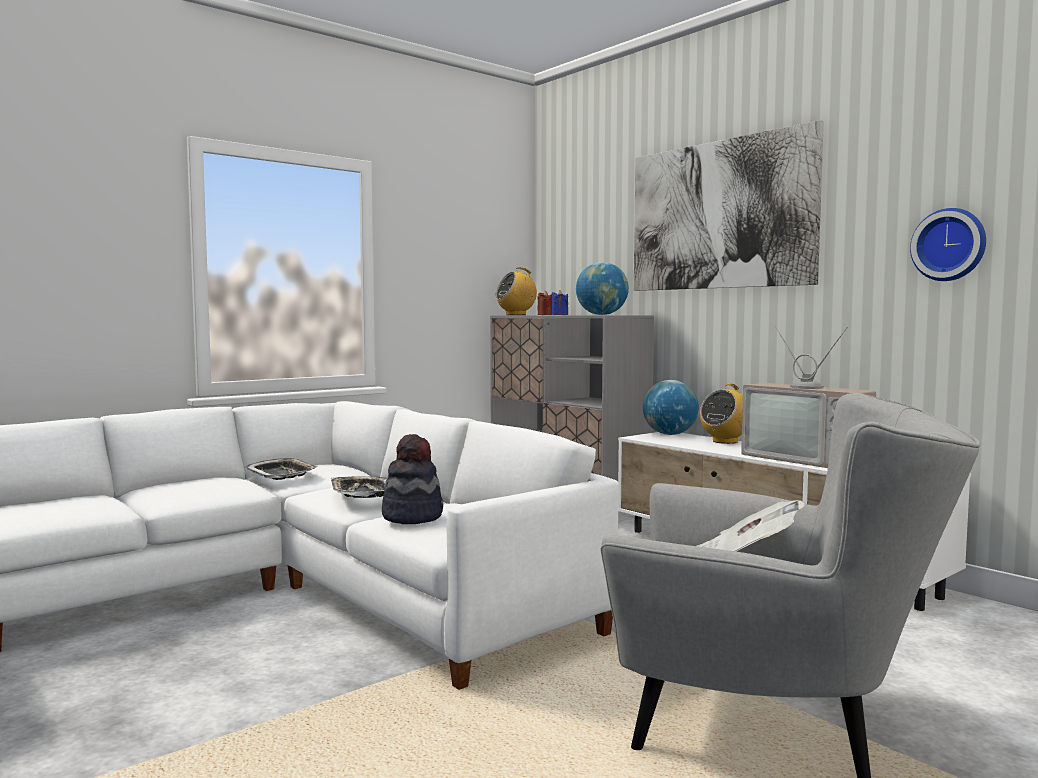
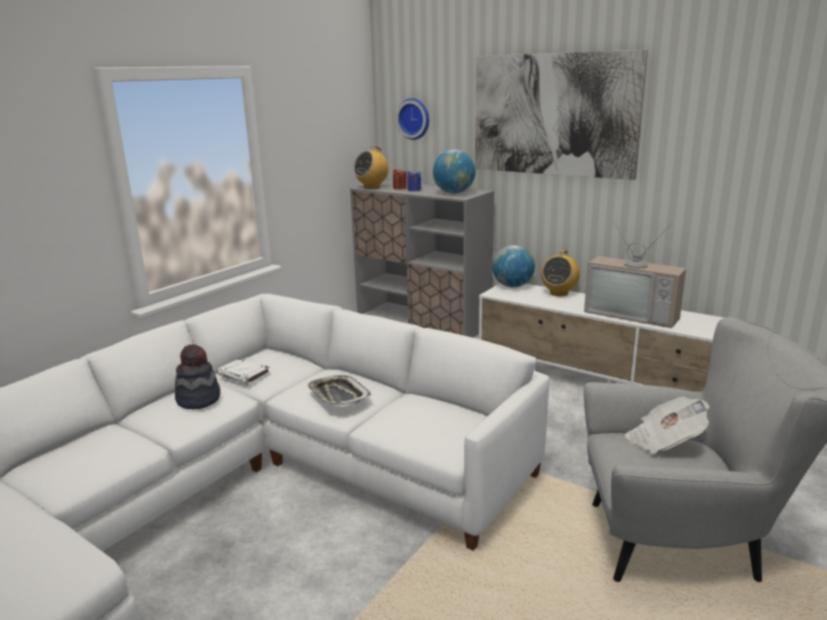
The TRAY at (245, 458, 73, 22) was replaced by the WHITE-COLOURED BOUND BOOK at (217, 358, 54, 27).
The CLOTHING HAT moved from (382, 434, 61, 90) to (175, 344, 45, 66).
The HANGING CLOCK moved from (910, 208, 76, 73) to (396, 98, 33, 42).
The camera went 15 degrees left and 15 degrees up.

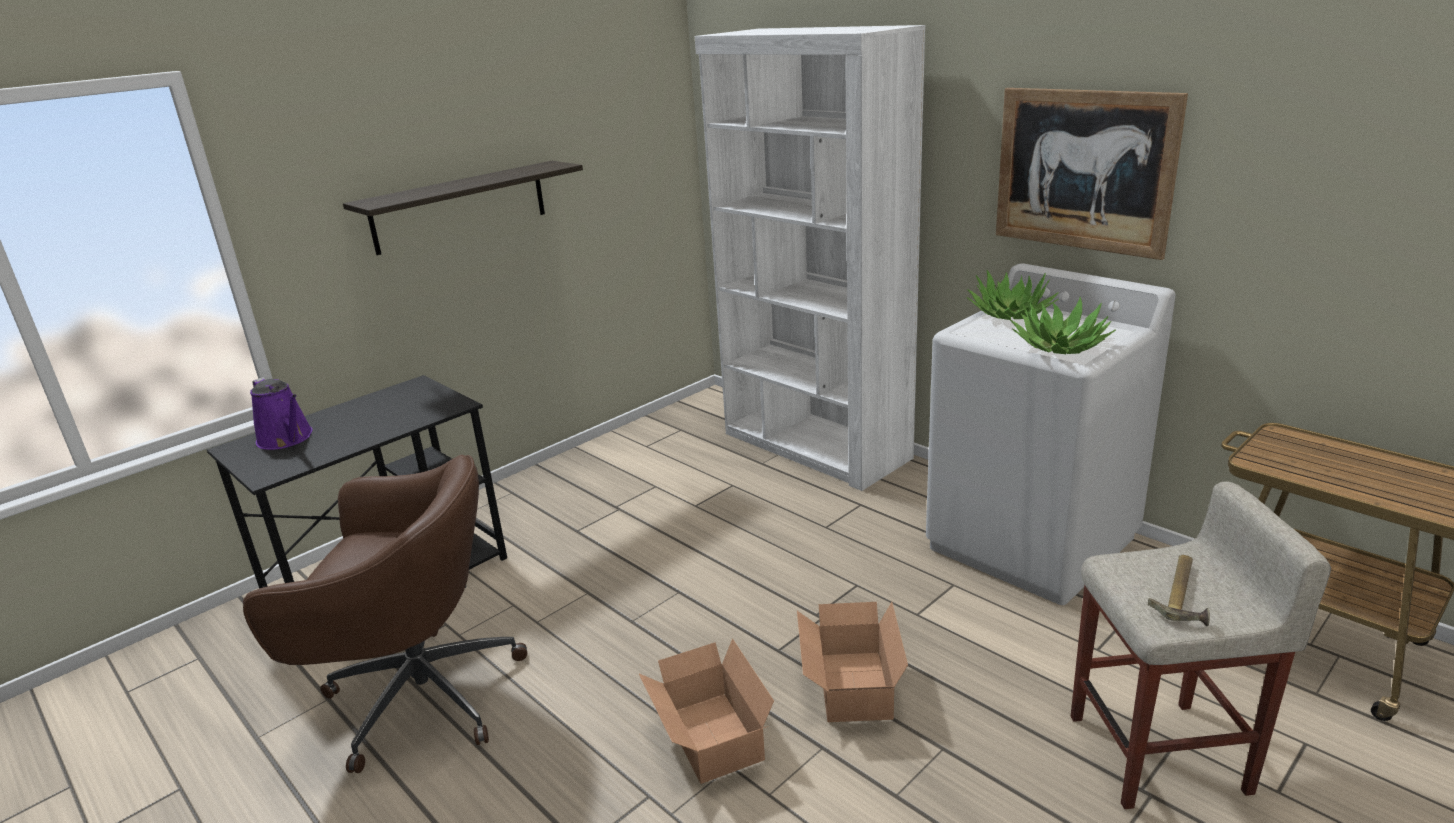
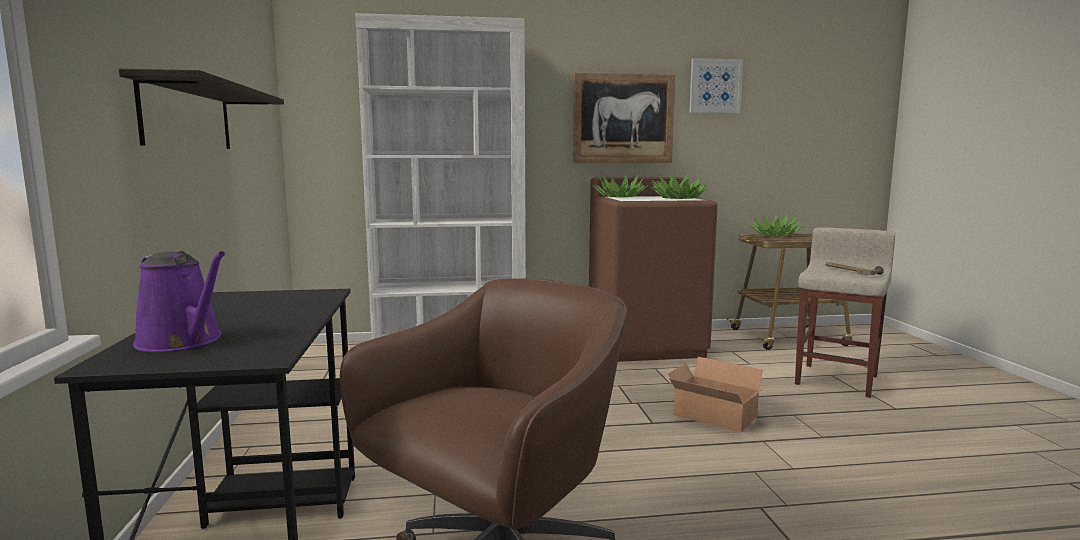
The PURPLE-COLOURED SPRINKLING CAN at (250, 377, 63, 73) turned 45 degrees clockwise.
The PACKING BOX at (639, 638, 135, 146) disappeared.
The WHITE-COLOURED LAUNDRY APPLIANCE at (926, 264, 250, 341) became the BROWN LAUNDRY APPLIANCE at (589, 177, 129, 185).
The WALL ART at (689, 58, 54, 55) appeared.
The PLANT IN A POT at (749, 214, 55, 23) appeared.
The camera went 55 degrees left and 15 degrees down.

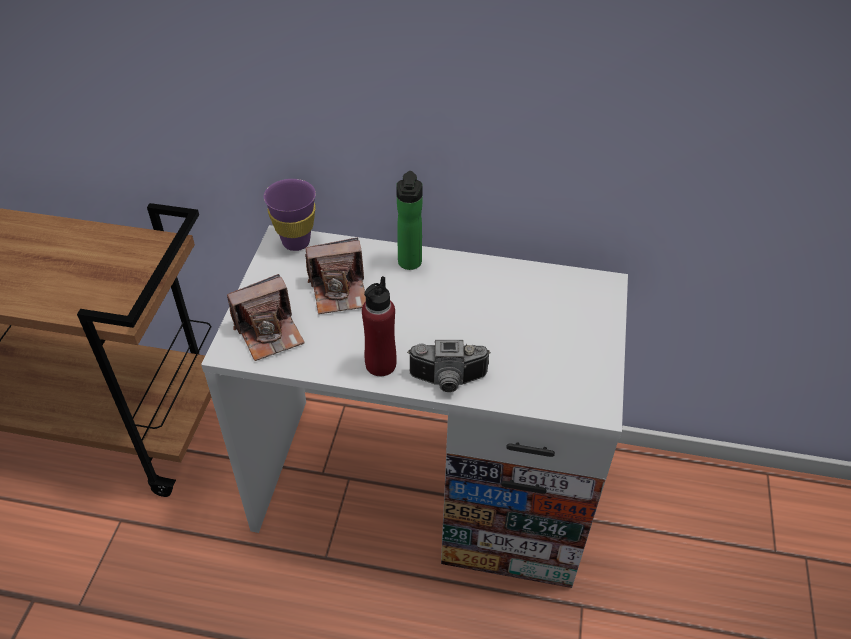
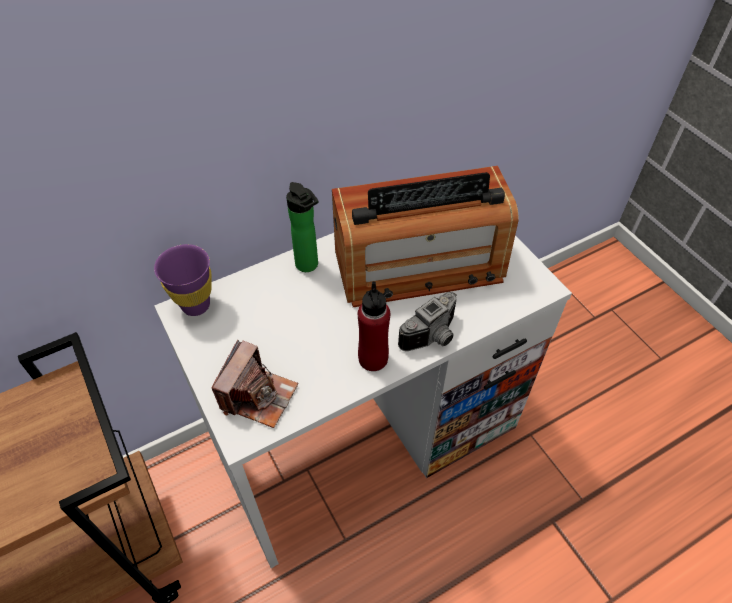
The PHOTO CAMERA at (305, 238, 61, 76) disappeared.
The RADIO RECEIVER at (332, 166, 187, 141) appeared.
The camera went 40 degrees left and 5 degrees up.

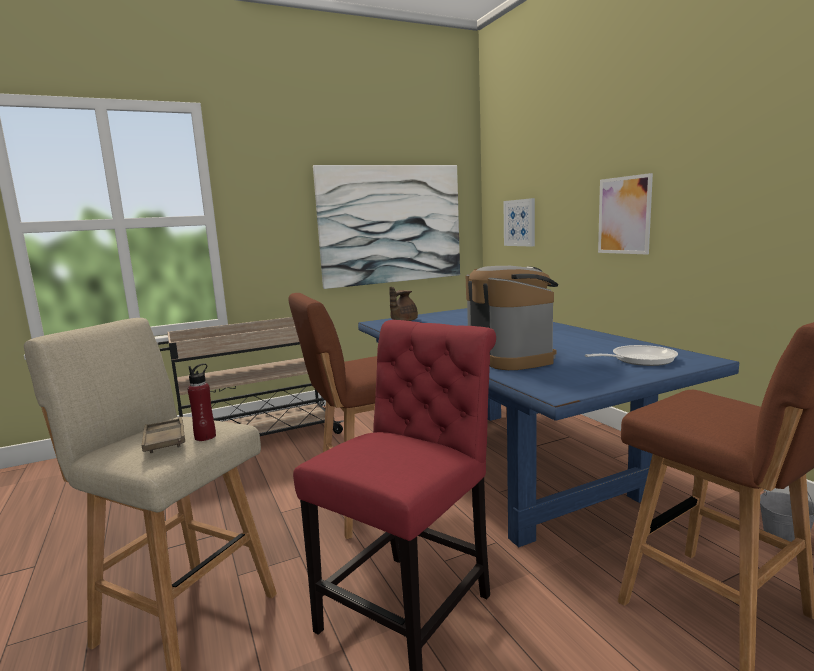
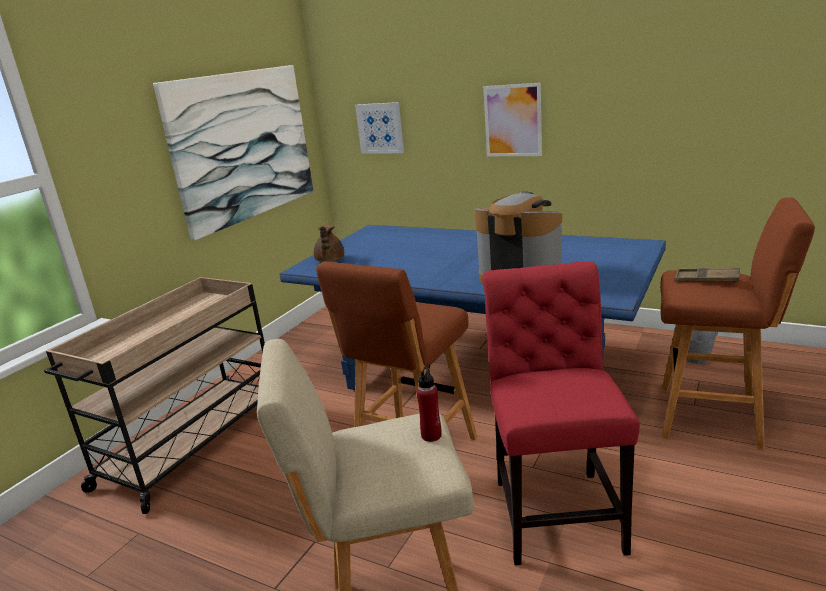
The BROWN TRAY moved from (141, 417, 44, 36) to (675, 268, 65, 15).
The PAN at (585, 345, 93, 21) disappeared.
The camera went 35 degrees left and 10 degrees up.

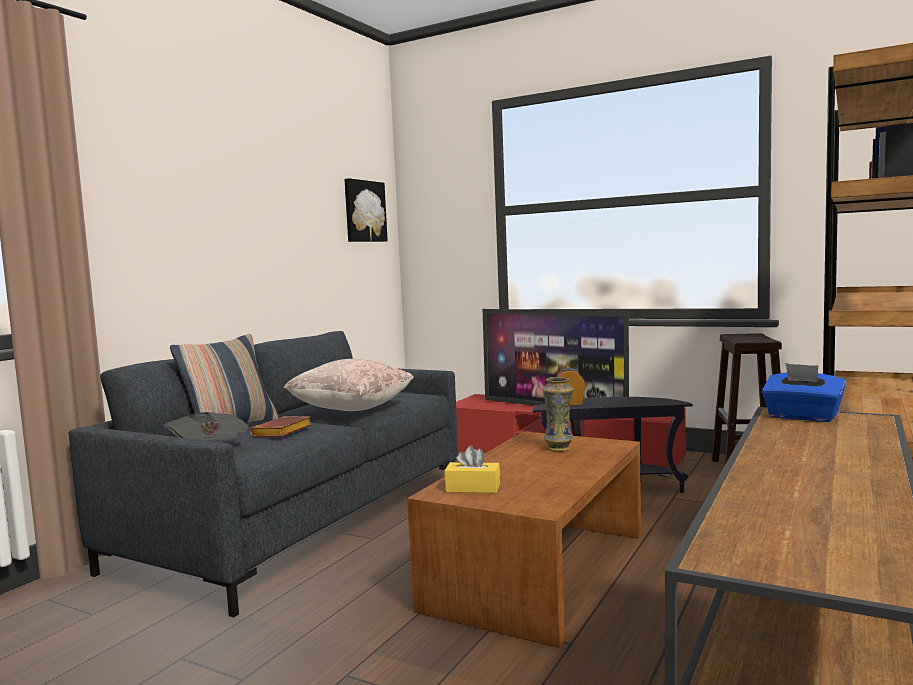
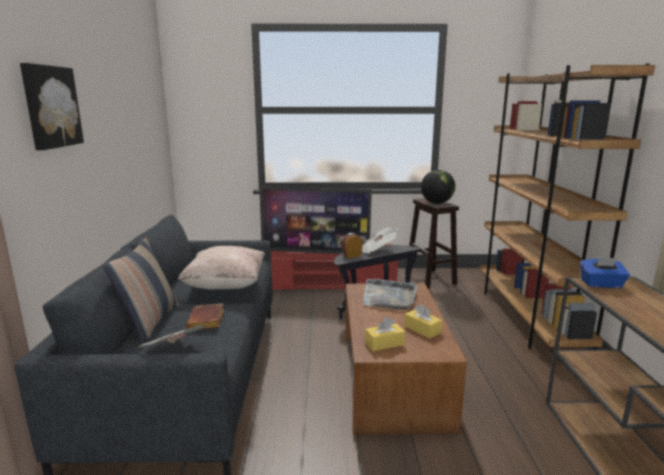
The WALL ART moved from (344, 178, 44, 64) to (20, 63, 64, 87).
The DECORATIVE VASE at (543, 377, 30, 75) was replaced by the GRAY TRAY at (363, 279, 54, 31).
The NEWSPAPER at (362, 227, 36, 27) appeared.
The YELLOW-COLOURED TISSUE HOLDER at (404, 304, 38, 35) appeared.
The GLOBE at (421, 170, 34, 34) appeared.
The camera went 30 degrees left and 10 degrees up.

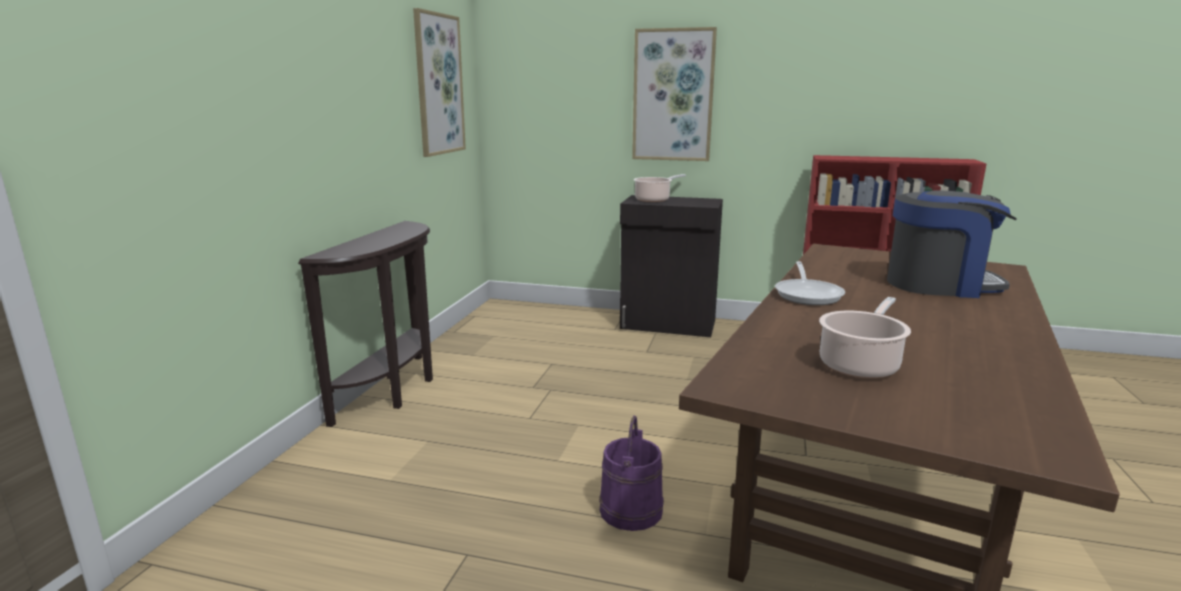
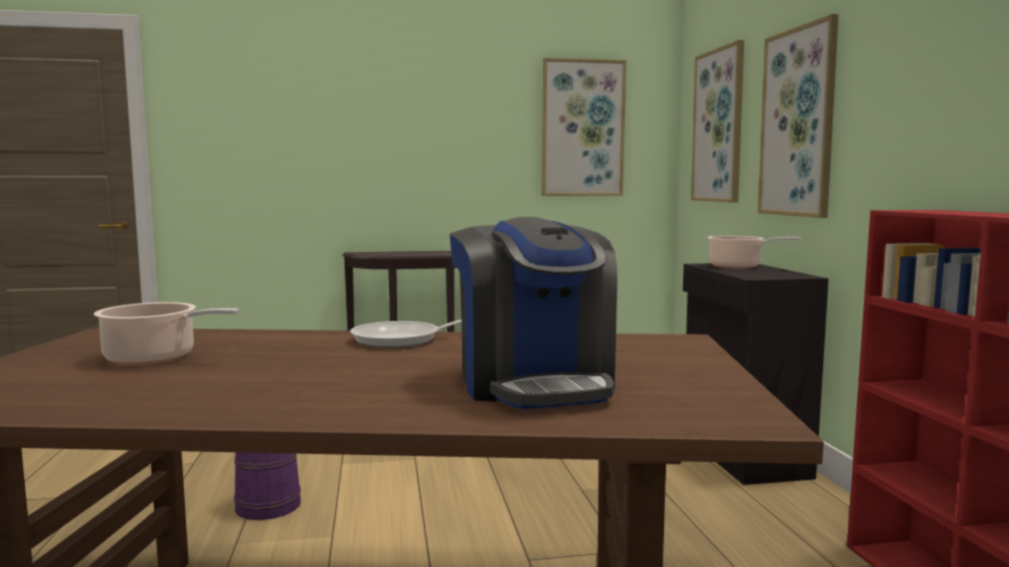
The WALL ART at (691, 40, 53, 163) appeared.
The camera went 65 degrees right and 10 degrees down.

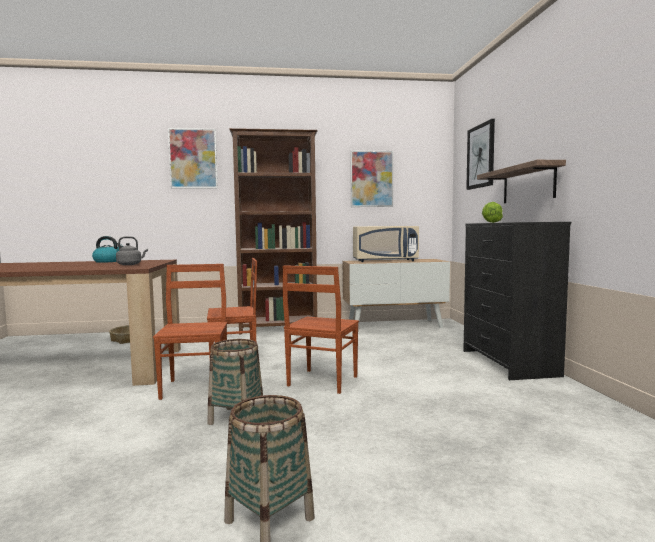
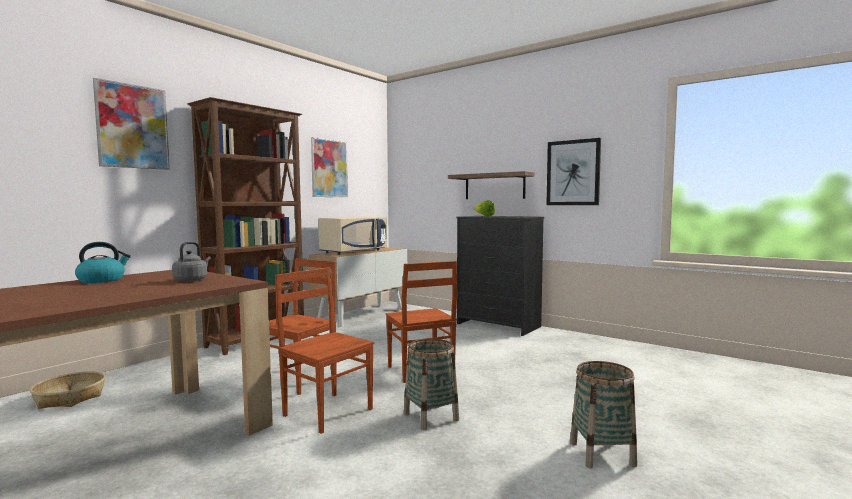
The WALL ART moved from (466, 119, 29, 71) to (546, 138, 55, 67).
The camera went 45 degrees left and 0 degrees up.

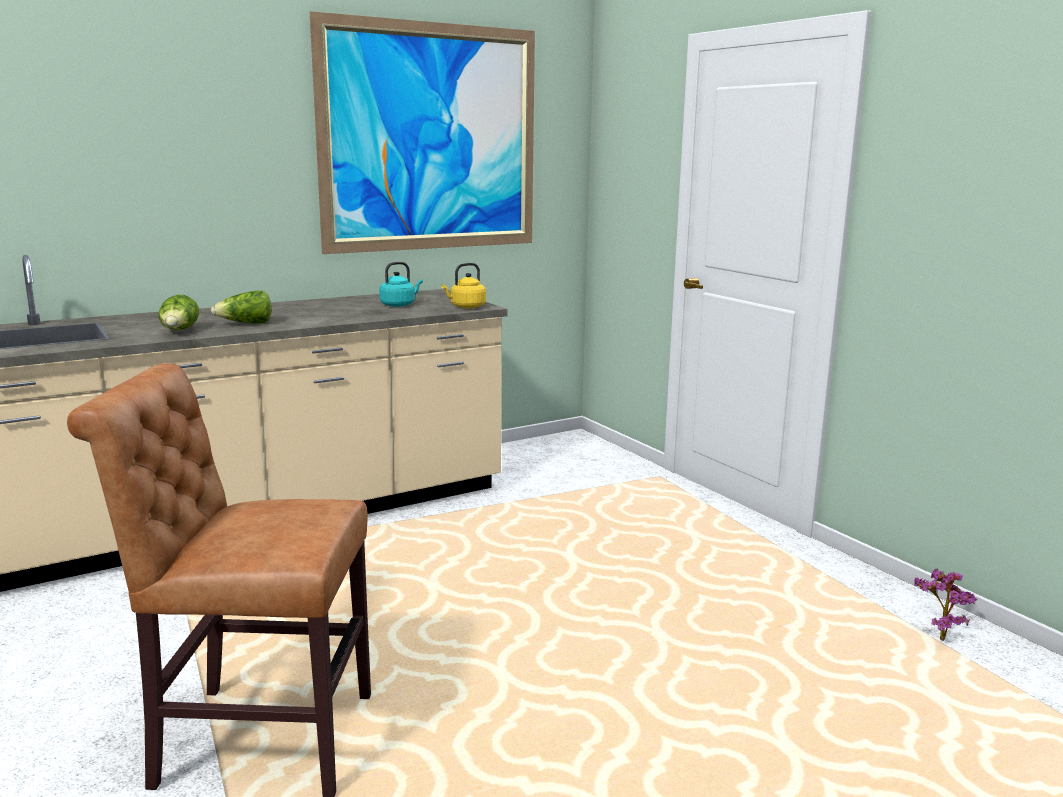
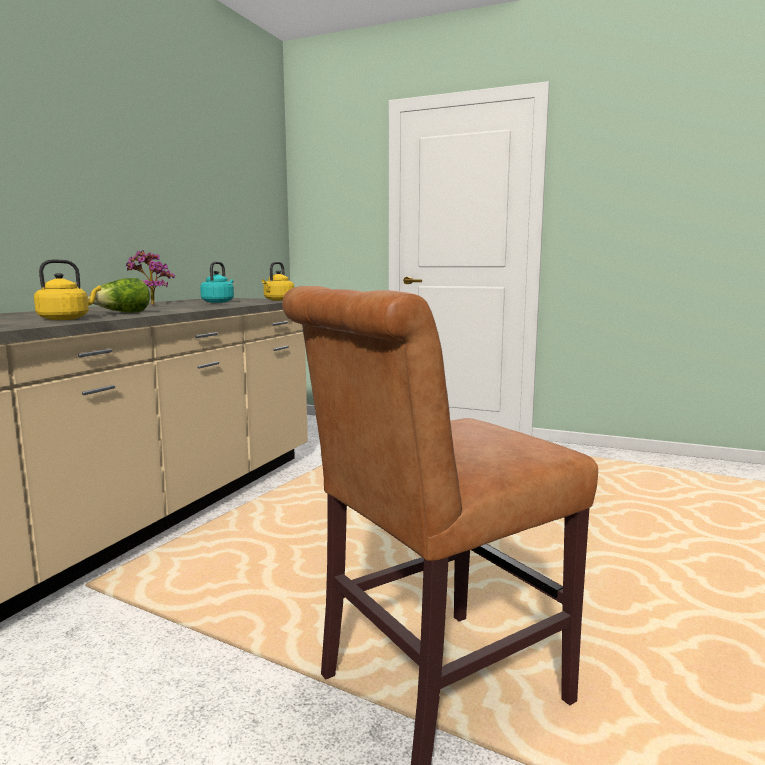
The LETTUCE at (158, 295, 41, 35) was replaced by the YELLOW-COLOURED WATER KETTLE at (34, 259, 67, 61).
The WALL ART at (310, 11, 225, 243) disappeared.
The PLANT IN A POT moved from (914, 568, 63, 73) to (126, 250, 49, 55).
The camera went 35 degrees left and 5 degrees down.

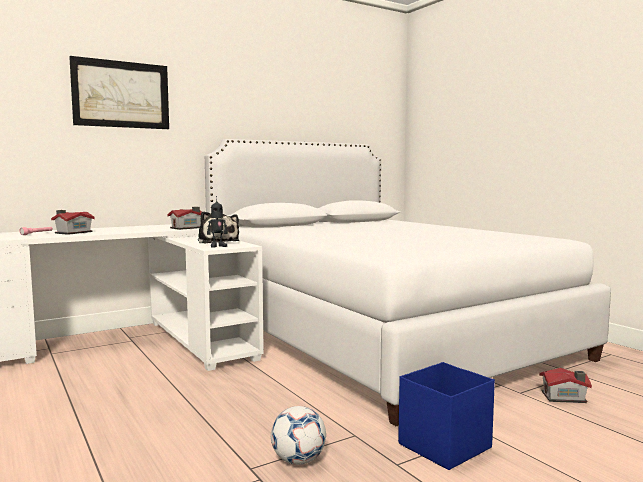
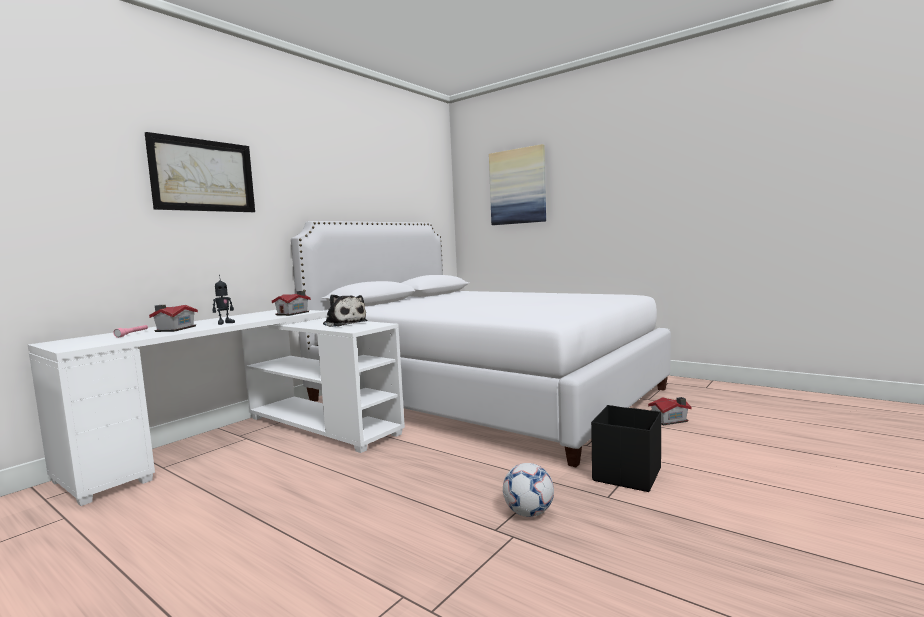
The MODEL ROBOT moved from (207, 196, 21, 52) to (213, 275, 22, 50).
The BLUE-COLOURED STORAGE BOX at (398, 362, 97, 108) became the BLACK STORAGE BOX at (591, 405, 70, 87).
The WALL ART at (489, 144, 57, 81) appeared.
The camera went 20 degrees left and 0 degrees up.

